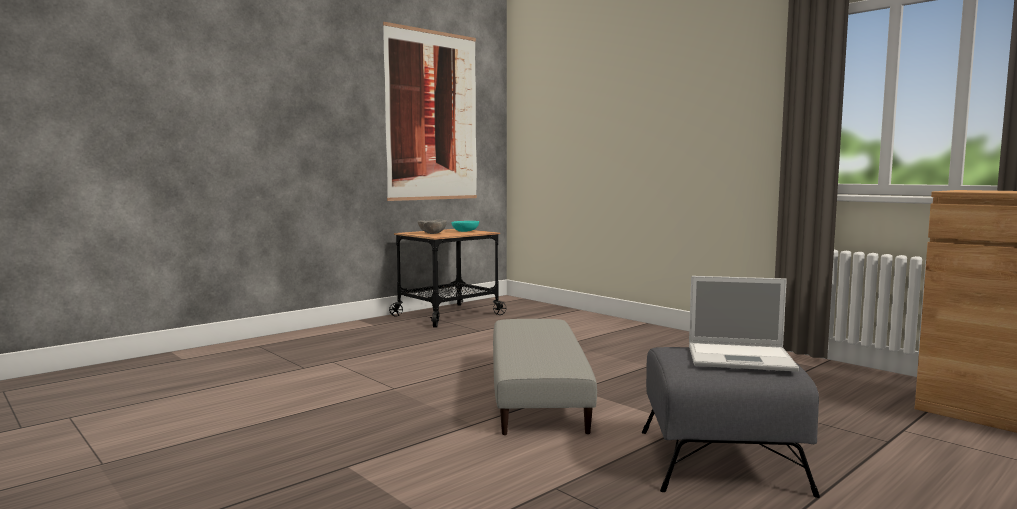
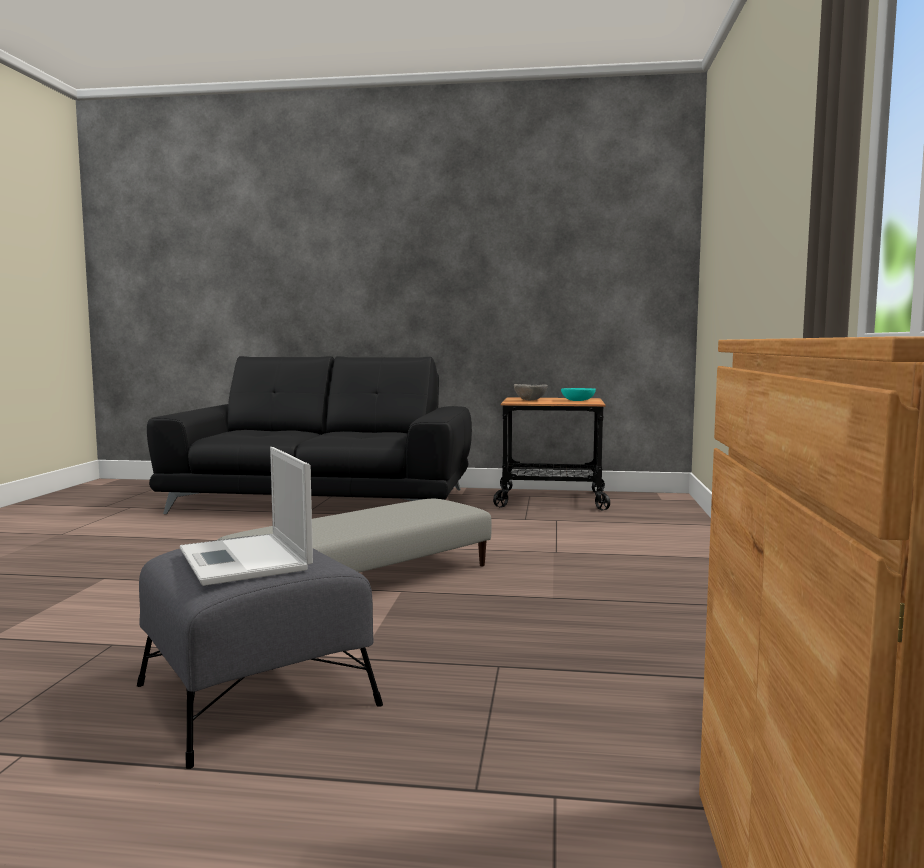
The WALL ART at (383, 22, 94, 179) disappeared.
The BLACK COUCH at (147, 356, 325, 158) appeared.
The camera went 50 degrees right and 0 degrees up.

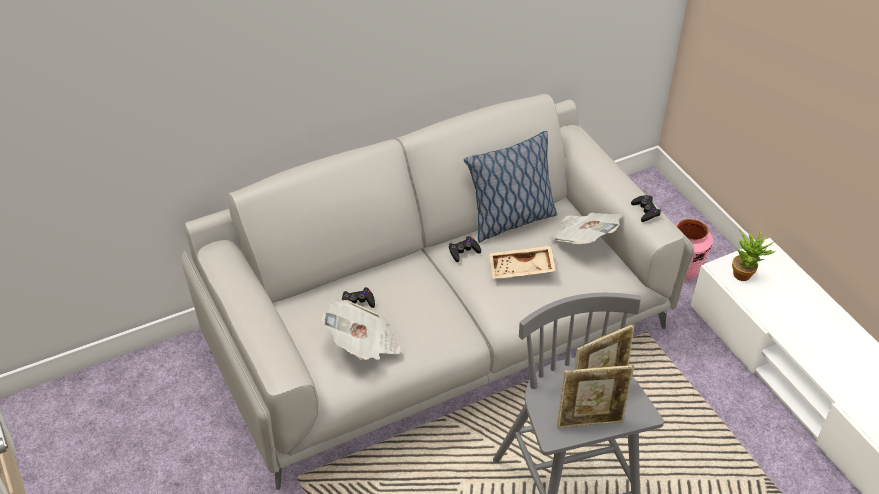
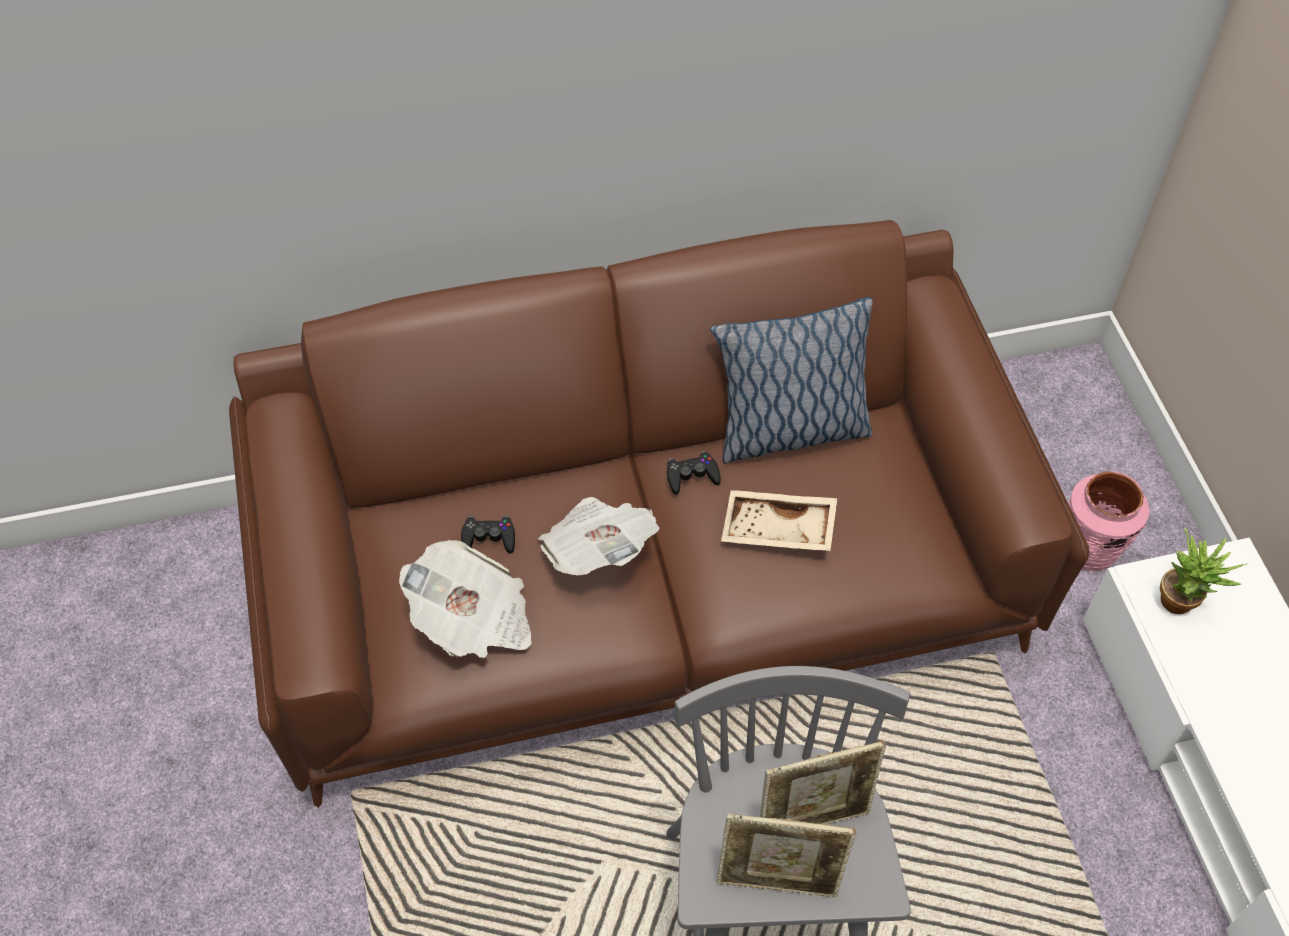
The GRAY COUCH at (181, 94, 513, 396) became the BROWN COUCH at (229, 220, 860, 588).
The NEWSPAPER moved from (551, 213, 71, 31) to (538, 497, 122, 78).
The BLACK GAMEPAD at (631, 195, 30, 27) disappeared.
The camera went 15 degrees right and 10 degrees up.

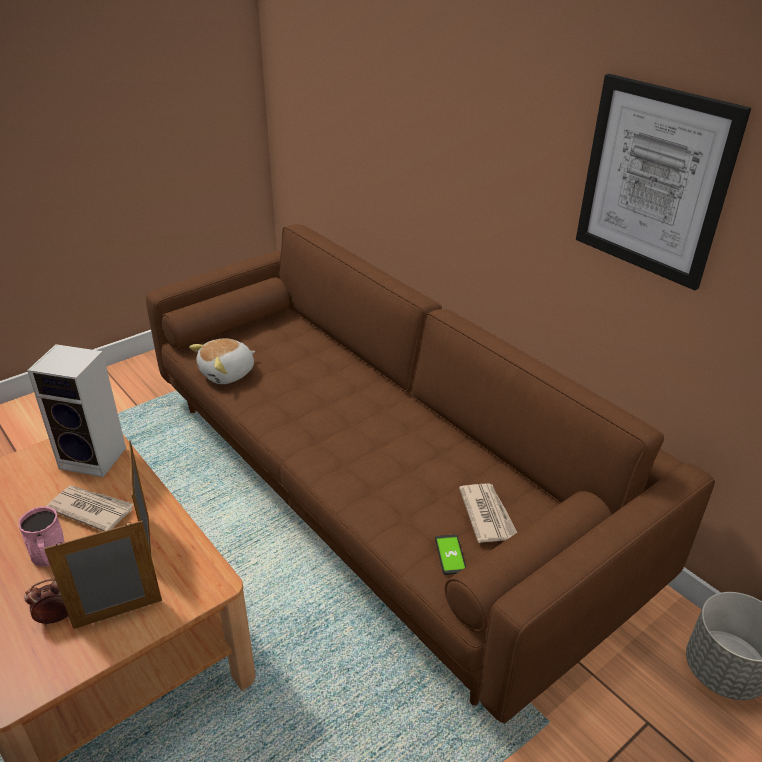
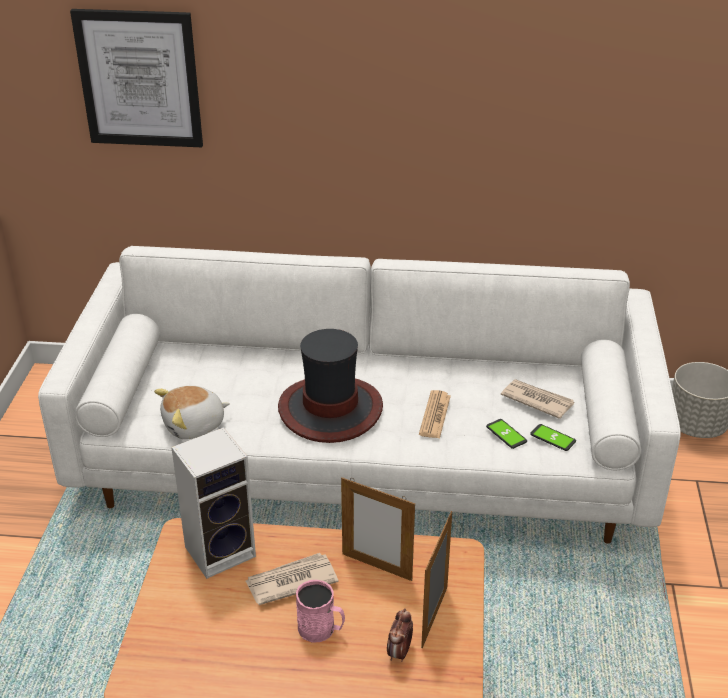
The BROWN COUCH at (146, 224, 569, 500) became the WHITE-COLOURED COUCH at (38, 246, 643, 298).
The SOFT TOY at (189, 338, 66, 46) turned 60 degrees clockwise.
The WALL ART moved from (576, 74, 175, 216) to (70, 9, 133, 138).
The CLOTHING HAT at (278, 329, 105, 114) appeared.
The NEWSPAPER at (419, 390, 32, 49) appeared.
The TELEPHONE at (486, 419, 41, 30) appeared.
The camera went 45 degrees left and 0 degrees up.

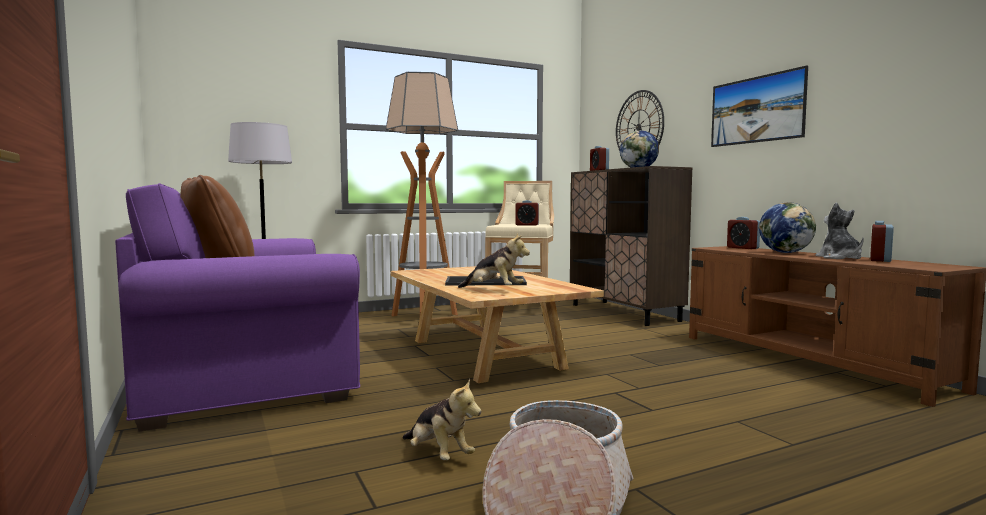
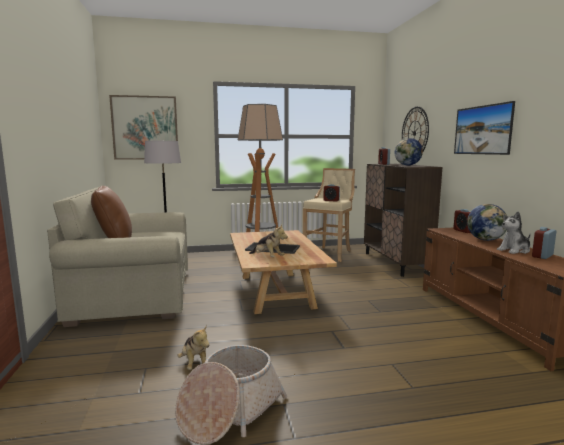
The PURPLE-COLOURED COUCH at (115, 183, 245, 248) became the SAND-COLOURED COUCH at (47, 187, 141, 140).
The SOFT TOY at (816, 203, 48, 56) turned 120 degrees counterclockwise.
The WALL ART at (109, 95, 69, 65) appeared.
The camera went 15 degrees right and 5 degrees up.

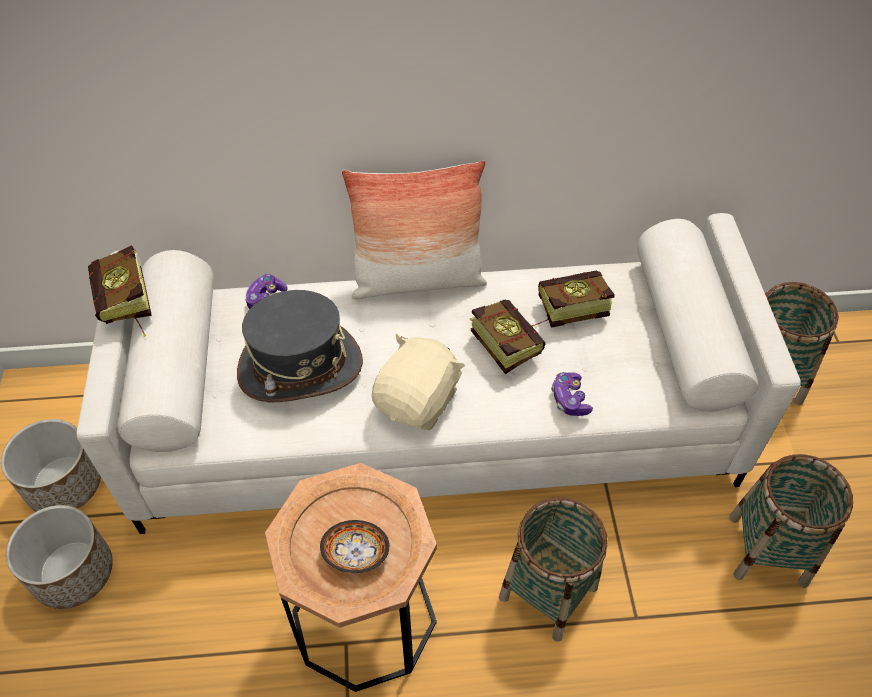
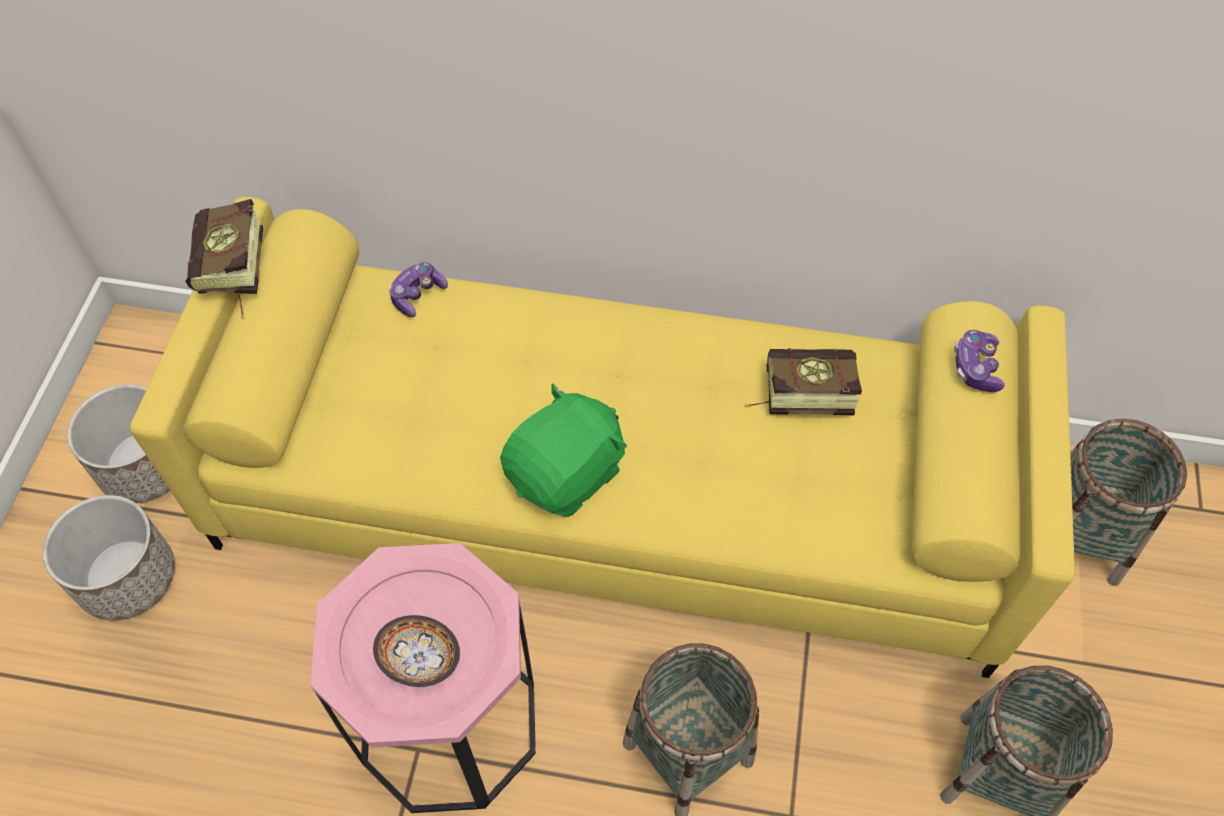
The WHITE-COLOURED COUCH at (76, 213, 725, 321) became the YELLOW-COLOURED COUCH at (130, 197, 945, 481).
The GRAY CLOTHING HAT at (237, 290, 126, 112) disappeared.
The BROWN ACCENT TABLE at (265, 463, 172, 229) became the PINK ACCENT TABLE at (310, 543, 226, 270).
The THROW PILLOW at (342, 161, 145, 138) disappeared.
The SAND-COLOURED SOFT TOY at (372, 334, 93, 96) became the GREEN-COLOURED SOFT TOY at (500, 384, 127, 133).
The BOUND BOOK at (469, 299, 77, 75) disappeared.
The GAMEPAD moved from (551, 372, 42, 44) to (954, 330, 51, 62).
The camera went 15 degrees right and 5 degrees up.

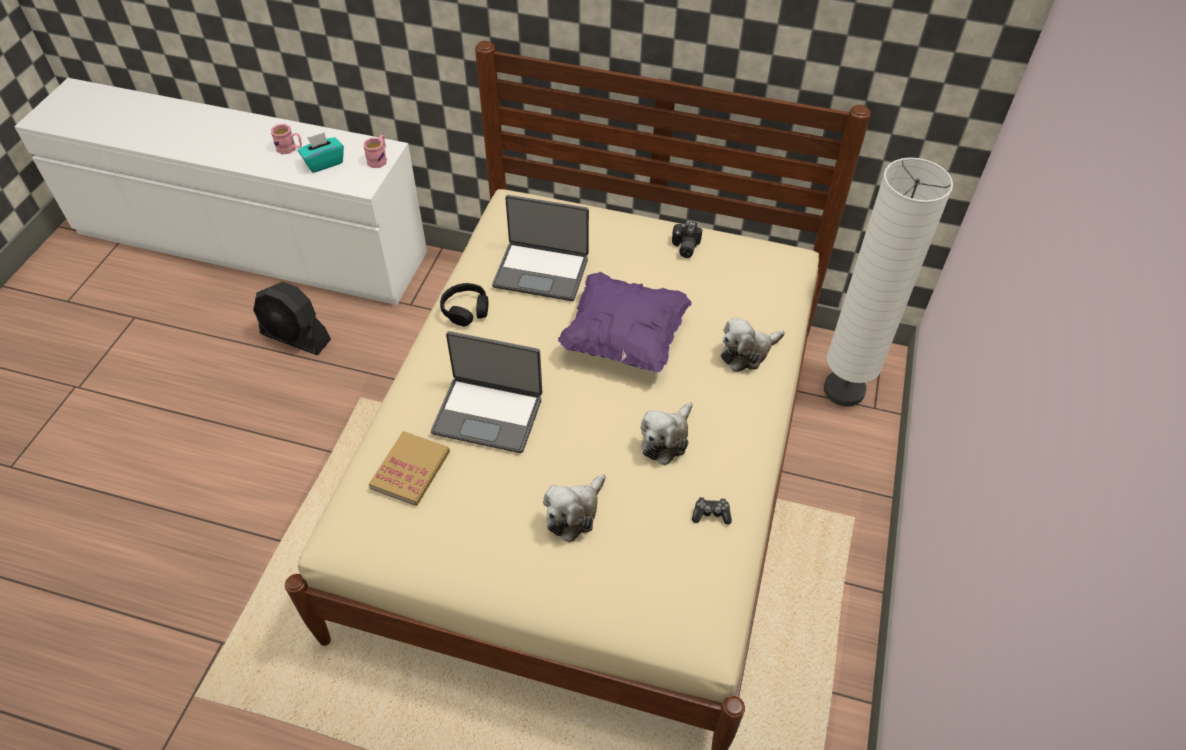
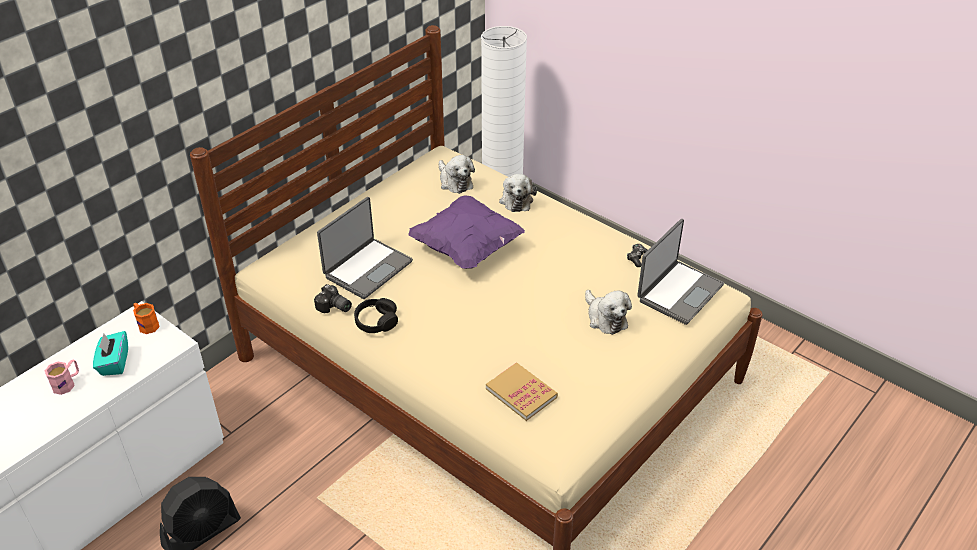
The PINK TEA MUG at (363, 135, 24, 33) became the ORANGE TEA MUG at (133, 303, 27, 31).
The PORTABLE COMPUTER moved from (431, 331, 111, 122) to (637, 219, 87, 106).
The SOFT TOY moved from (641, 402, 52, 63) to (439, 155, 36, 39).
The PHOTO CAMERA moved from (672, 222, 30, 36) to (314, 284, 38, 29).
The camera went 65 degrees left and 10 degrees down.

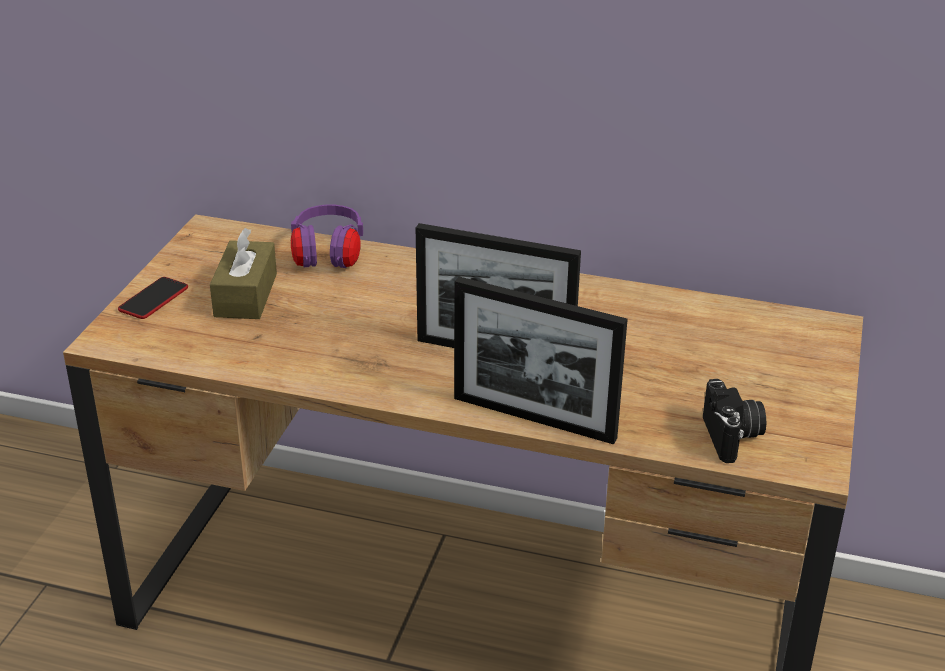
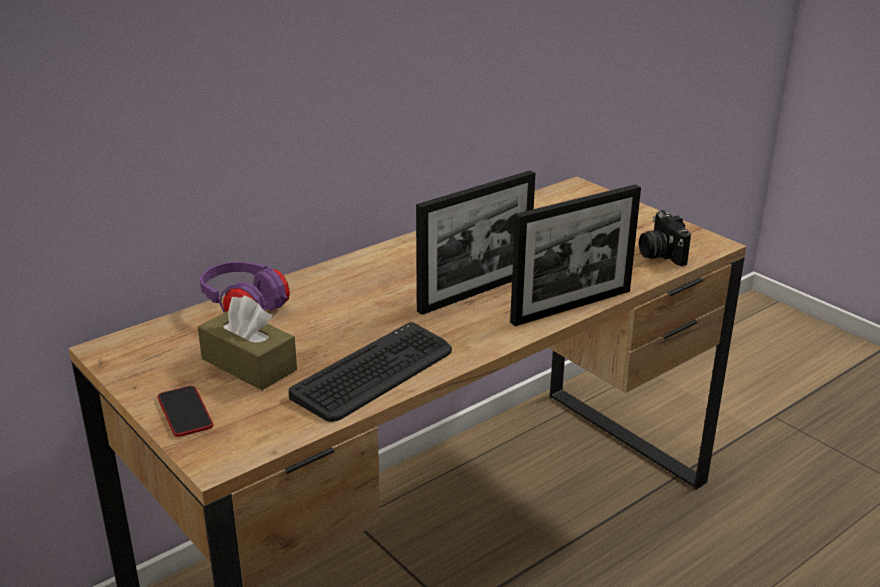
The PHOTO CAMERA at (703, 379, 63, 84) turned 135 degrees counterclockwise.
The PC KEYBOARD at (289, 322, 163, 100) appeared.
The camera went 55 degrees left and 5 degrees down.

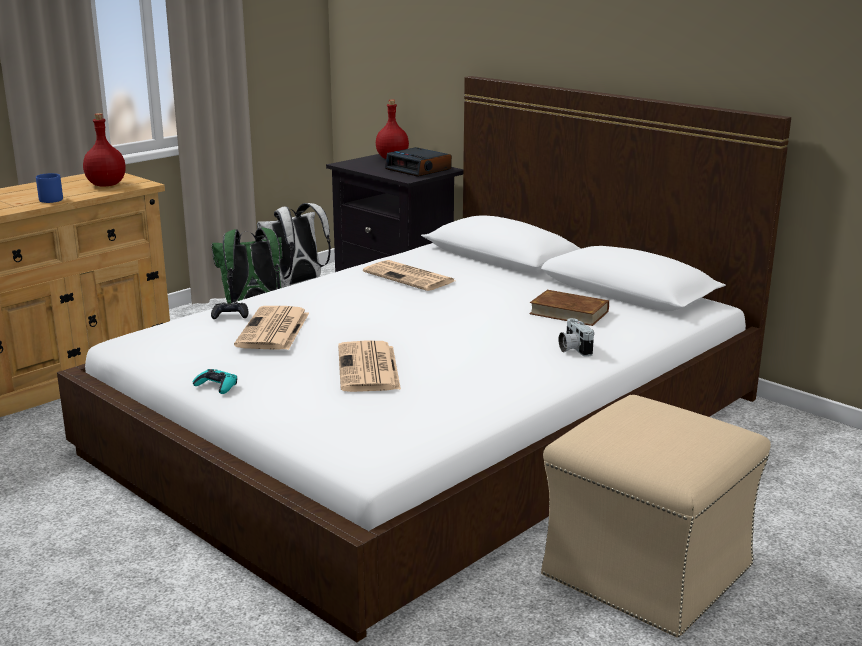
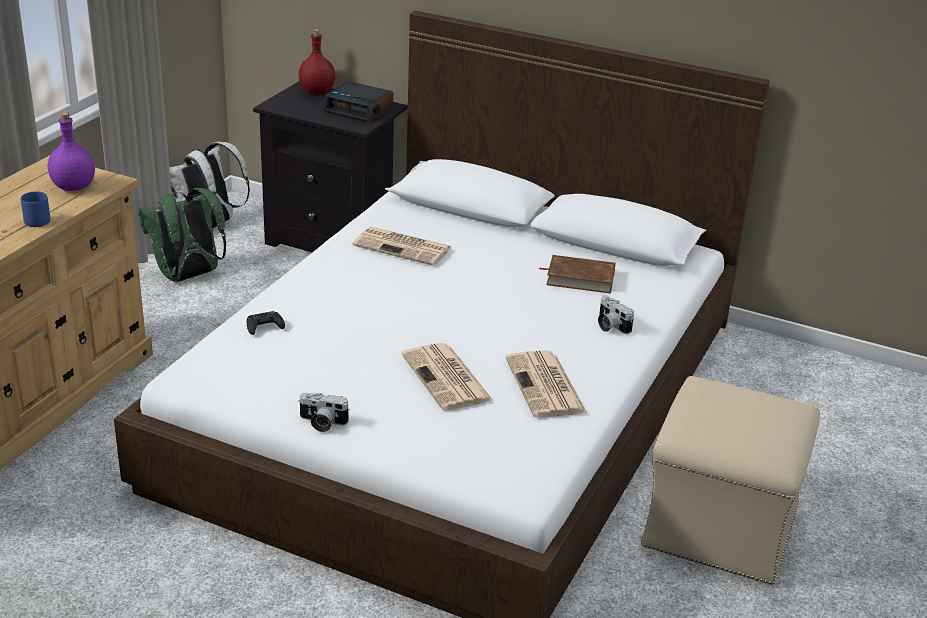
The RED-COLOURED BOTTLE at (83, 113, 43, 73) became the PURPLE-COLOURED BOTTLE at (48, 112, 47, 79).
The TURQUOISE GAMEPAD at (193, 369, 44, 25) was replaced by the PHOTO CAMERA at (298, 393, 52, 39).
The NEWSPAPER moved from (234, 306, 75, 44) to (505, 350, 82, 68).
The camera went 20 degrees left and 10 degrees up.

